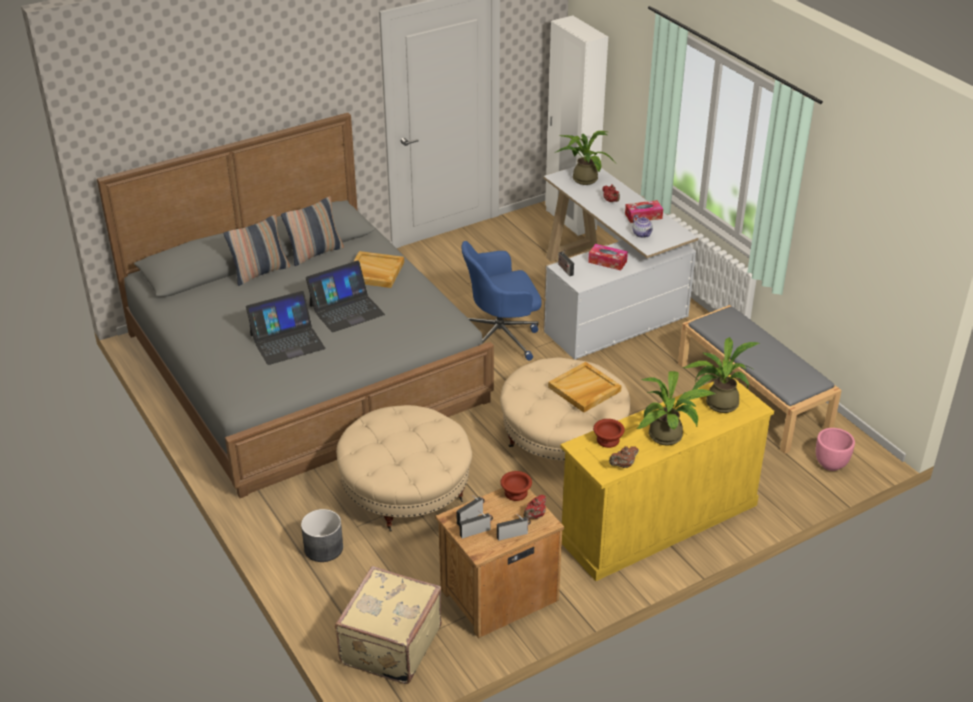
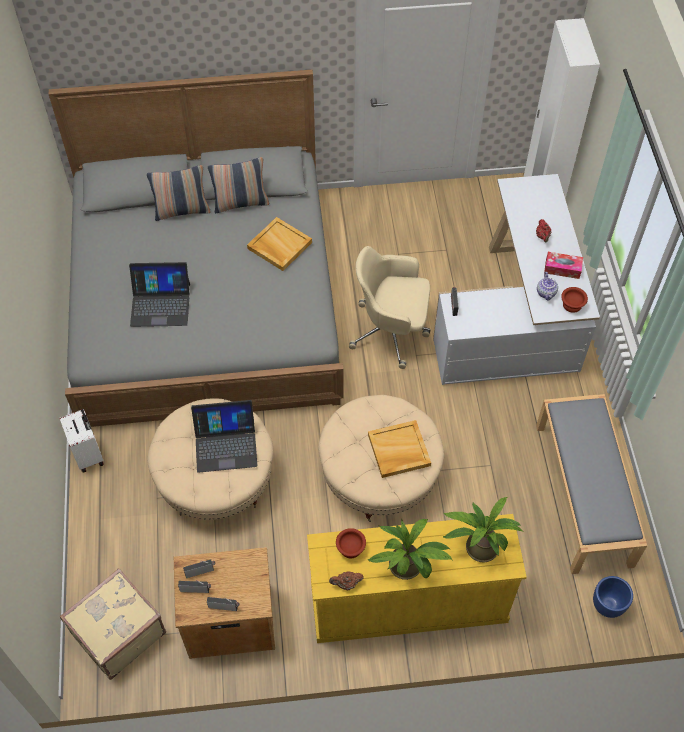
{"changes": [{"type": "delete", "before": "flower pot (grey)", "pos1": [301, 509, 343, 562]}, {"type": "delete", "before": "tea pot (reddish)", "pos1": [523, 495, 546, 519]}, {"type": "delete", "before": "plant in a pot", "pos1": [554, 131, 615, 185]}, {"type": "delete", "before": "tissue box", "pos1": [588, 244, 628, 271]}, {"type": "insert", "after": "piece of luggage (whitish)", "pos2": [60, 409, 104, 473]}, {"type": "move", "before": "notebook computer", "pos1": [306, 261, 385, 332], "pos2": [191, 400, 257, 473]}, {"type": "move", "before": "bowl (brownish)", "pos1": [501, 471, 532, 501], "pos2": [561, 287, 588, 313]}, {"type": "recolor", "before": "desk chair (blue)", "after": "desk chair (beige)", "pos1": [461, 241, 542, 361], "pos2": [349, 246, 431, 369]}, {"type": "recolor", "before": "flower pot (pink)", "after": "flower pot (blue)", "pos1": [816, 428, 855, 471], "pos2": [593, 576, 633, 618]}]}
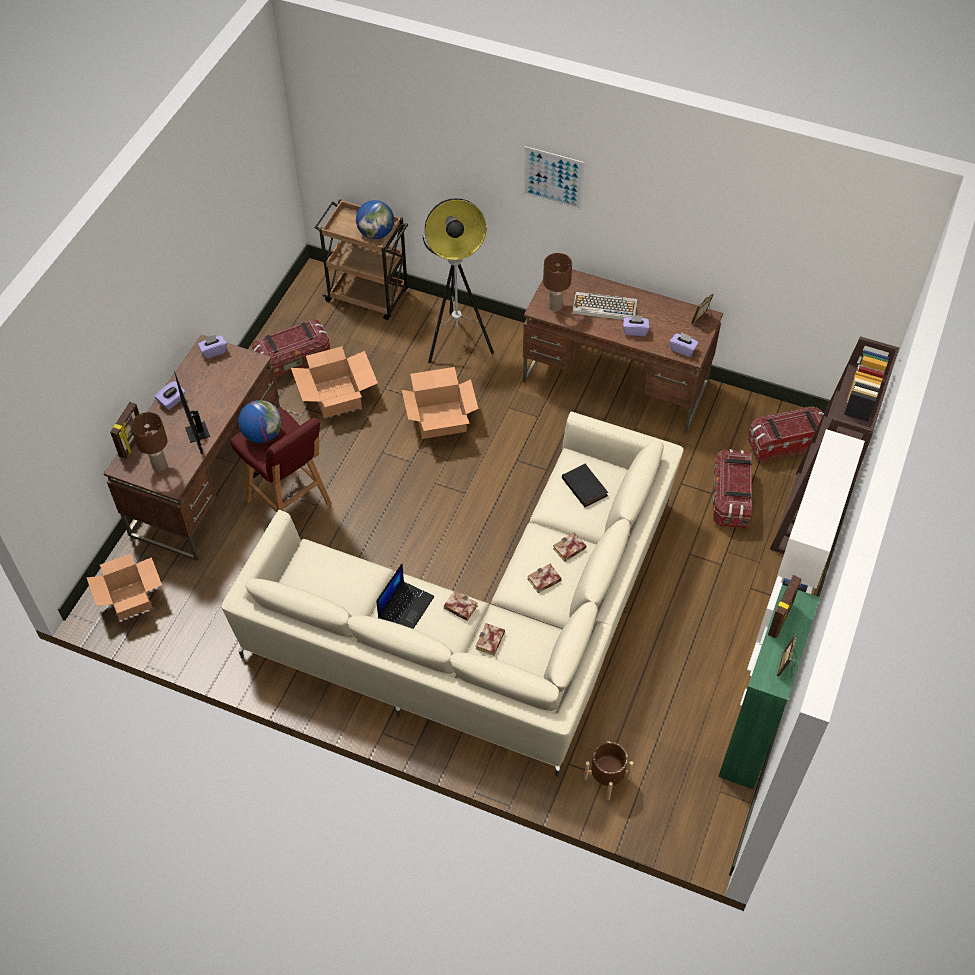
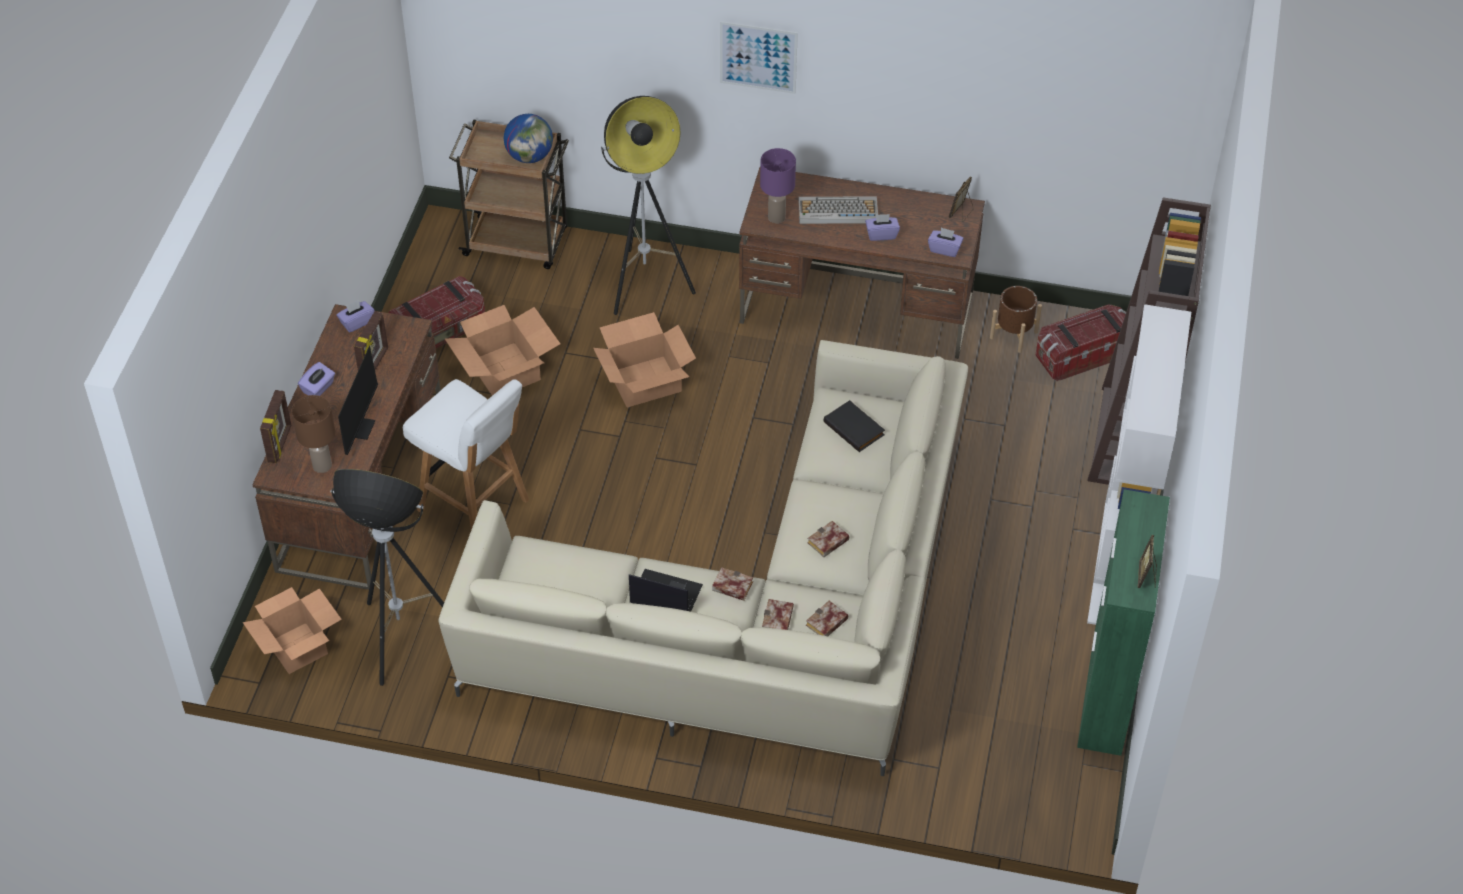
{"changes": [{"type": "delete", "before": "globe", "pos1": [238, 400, 282, 443]}, {"type": "delete", "before": "storage container", "pos1": [713, 449, 752, 528]}, {"type": "insert", "after": "floor lamp", "pos2": [331, 469, 444, 686]}, {"type": "move", "before": "volume", "pos1": [553, 532, 586, 562], "pos2": [806, 601, 848, 636]}, {"type": "move", "before": "flower pot (brownish)", "pos1": [584, 741, 633, 800], "pos2": [990, 286, 1042, 353]}, {"type": "move", "before": "standing frame", "pos1": [768, 575, 801, 638], "pos2": [354, 311, 388, 370]}, {"type": "recolor", "before": "sitting stool (reddish)", "after": "sitting stool (whitish)", "pos1": [230, 407, 332, 513], "pos2": [403, 379, 529, 530]}, {"type": "recolor", "before": "table lamp (brownish)", "after": "table lamp (purple)", "pos1": [543, 253, 572, 311], "pos2": [760, 148, 796, 223]}, {"type": "rotate", "before": "computer display", "pos1": [174, 371, 210, 454], "pos2": [338, 335, 381, 455], "turn": -135}, {"type": "rotate", "before": "notebook computer", "pos1": [376, 563, 434, 629], "pos2": [629, 569, 703, 612], "turn": -90}]}
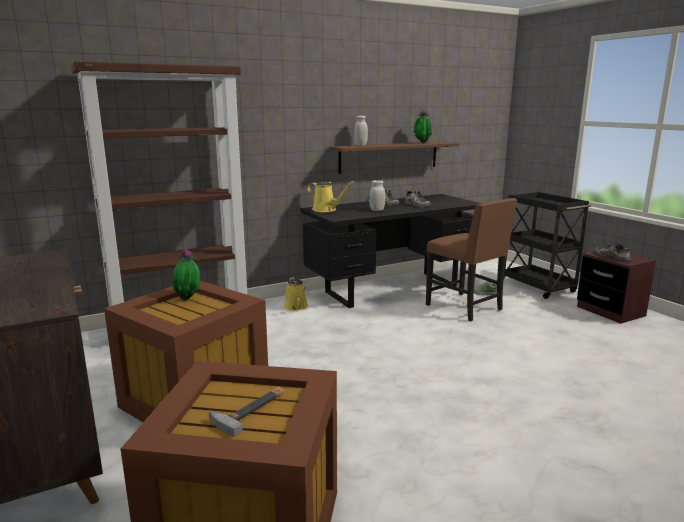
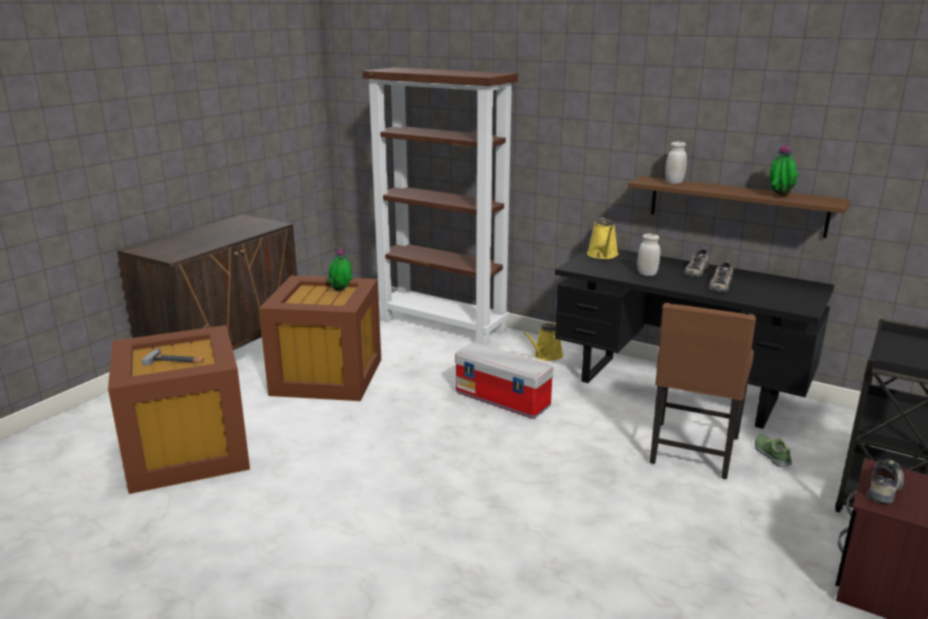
{"changes": [{"type": "insert", "after": "storage container", "pos2": [455, 342, 553, 419]}]}
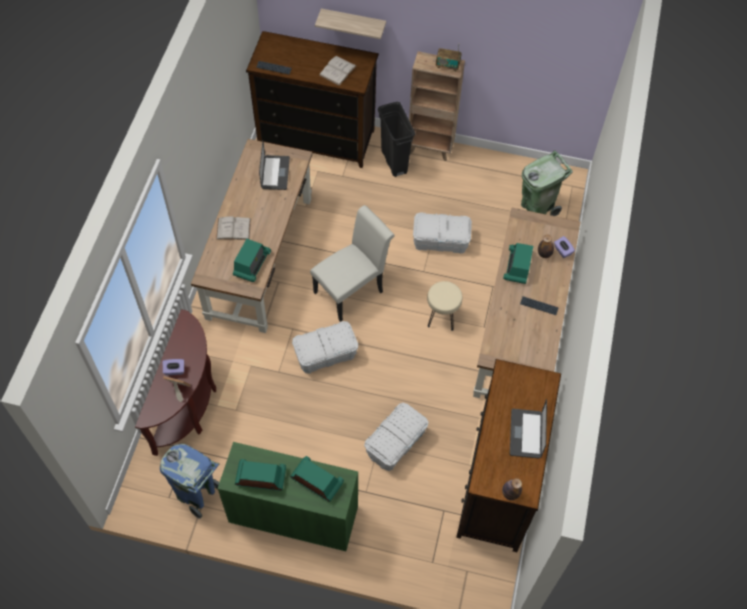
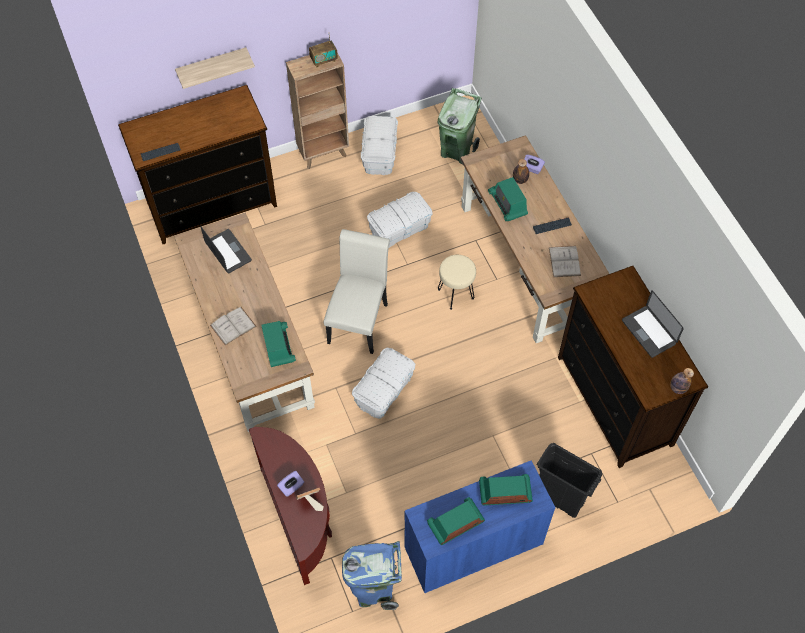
{"changes": [{"type": "move", "before": "volume (whitish)", "pos1": [319, 56, 357, 86], "pos2": [549, 246, 581, 277]}, {"type": "move", "before": "storage container (whitish)", "pos1": [364, 403, 429, 471], "pos2": [361, 116, 398, 175]}, {"type": "move", "before": "trash can (blackish)", "pos1": [378, 102, 416, 177], "pos2": [536, 443, 602, 518]}, {"type": "recolor", "before": "cupboard (green)", "after": "cupboard (blue)", "pos1": [217, 442, 358, 551], "pos2": [405, 460, 556, 593]}]}
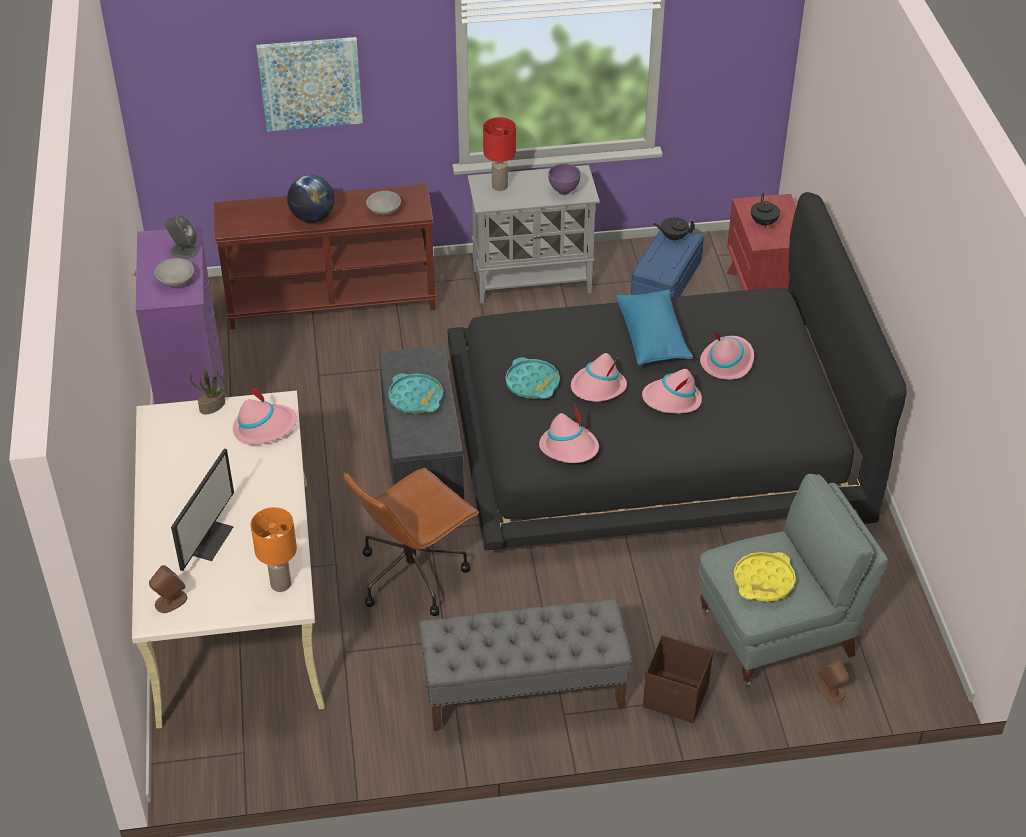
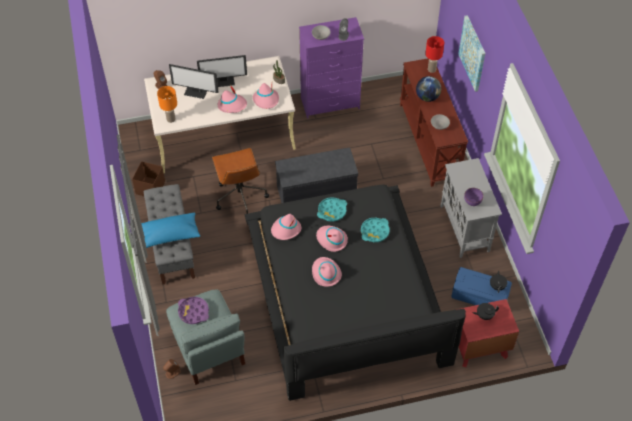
{"changes": [{"type": "insert", "after": "computer display", "pos2": [197, 55, 247, 87]}, {"type": "move", "before": "tray (turquoise)", "pos1": [389, 373, 443, 414], "pos2": [361, 218, 390, 242]}, {"type": "move", "before": "table lamp (reddish)", "pos1": [483, 117, 516, 191], "pos2": [425, 36, 444, 73]}, {"type": "move", "before": "cushion (blue)", "pos1": [616, 290, 693, 365], "pos2": [141, 212, 200, 248]}, {"type": "move", "before": "storage container (brownish)", "pos1": [643, 635, 713, 723], "pos2": [132, 161, 165, 196]}, {"type": "move", "before": "wearable hat (pink)", "pos1": [700, 332, 754, 380], "pos2": [218, 86, 247, 113]}, {"type": "recolor", "before": "tray (yellow)", "after": "tray (purple)", "pos1": [734, 552, 796, 602], "pos2": [178, 297, 209, 324]}, {"type": "rotate", "before": "desk chair (brownish)", "pos1": [343, 468, 479, 616], "pos2": [212, 148, 269, 214], "turn": -150}]}
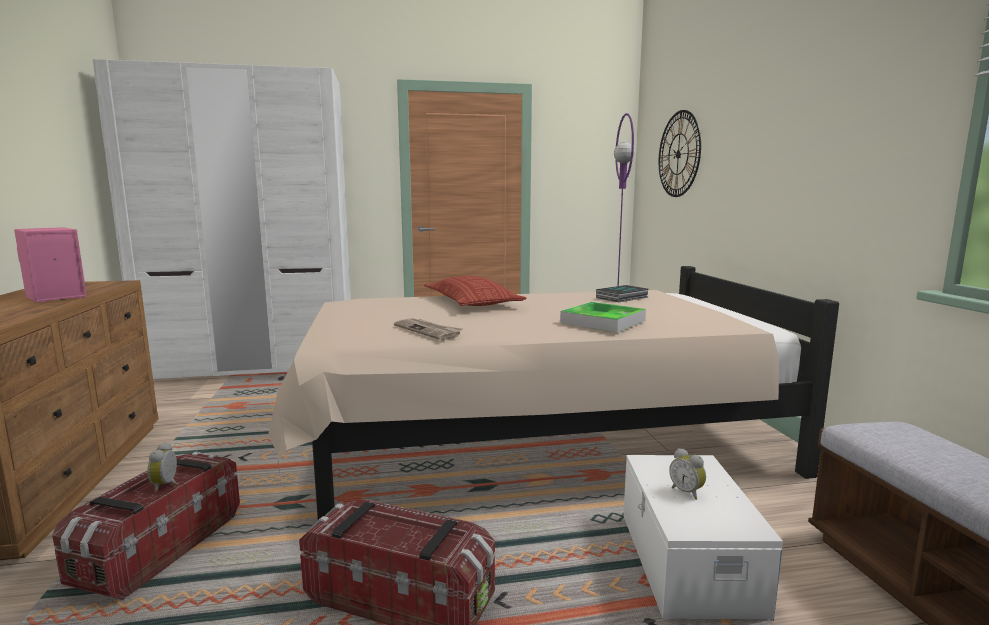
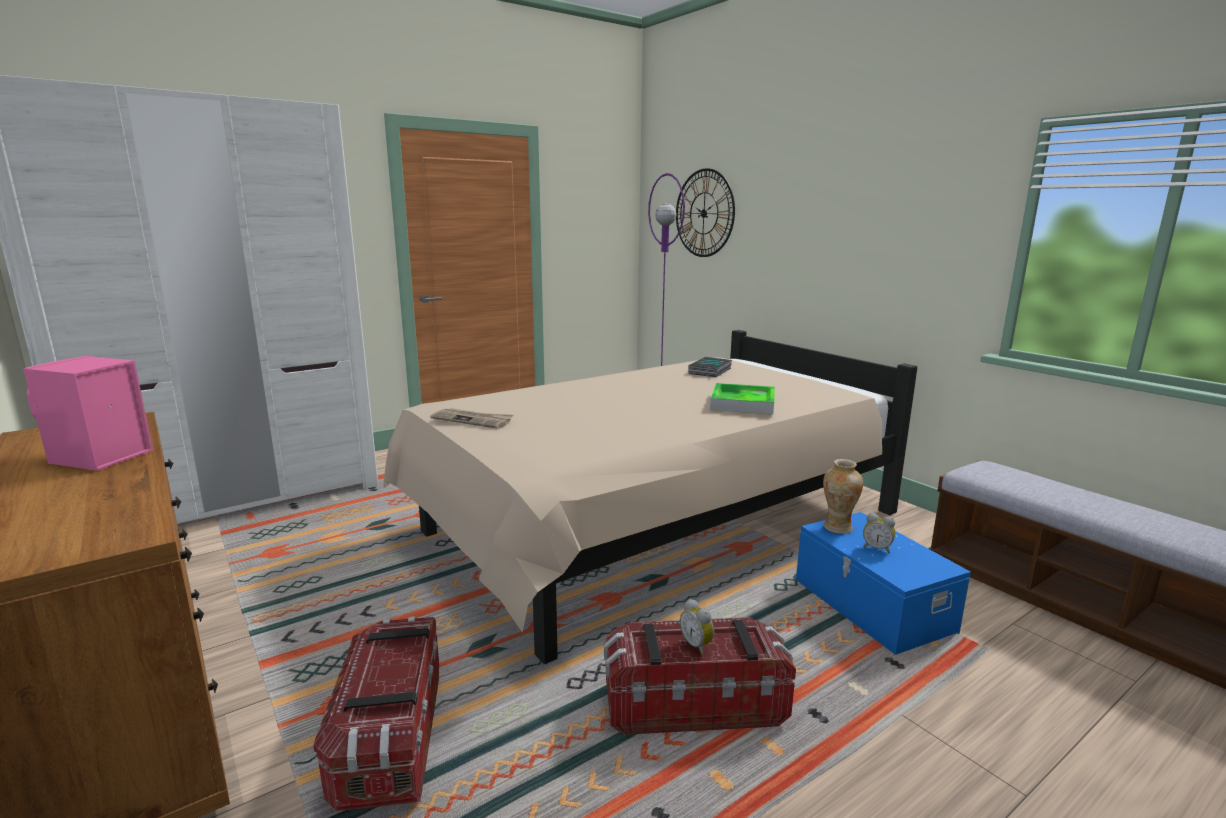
{"changes": [{"type": "delete", "before": "cushion", "pos1": [424, 276, 526, 306]}, {"type": "insert", "after": "flower vase", "pos2": [823, 459, 863, 534]}, {"type": "move", "before": "bedside clock", "pos1": [147, 442, 177, 492], "pos2": [680, 599, 714, 656]}, {"type": "move", "before": "newspaper", "pos1": [394, 318, 462, 340], "pos2": [430, 408, 513, 429]}, {"type": "recolor", "before": "storage container (whitish)", "after": "storage container (blue)", "pos1": [623, 455, 783, 621], "pos2": [796, 512, 971, 655]}]}
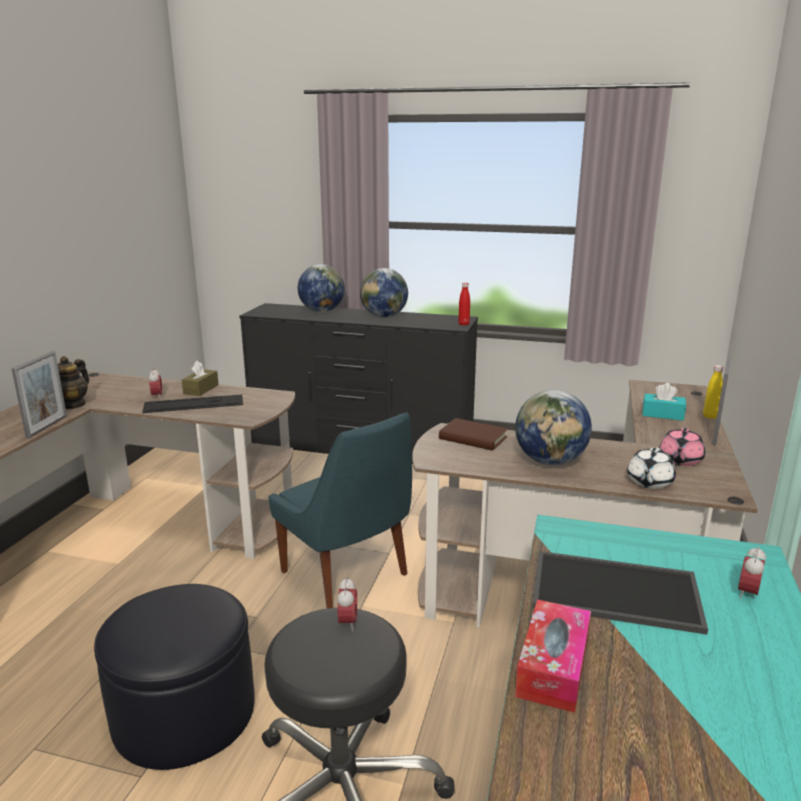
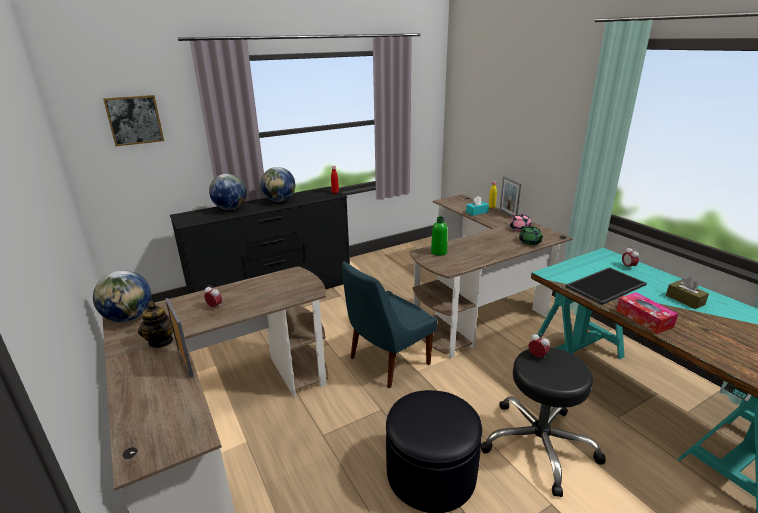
{"changes": [{"type": "delete", "before": "keyboard", "pos1": [142, 394, 243, 413]}, {"type": "insert", "after": "picture", "pos2": [103, 95, 164, 146]}, {"type": "move", "before": "tissue box (brownish)", "pos1": [182, 361, 219, 396], "pos2": [666, 277, 709, 309]}, {"type": "move", "before": "globe", "pos1": [515, 390, 592, 465], "pos2": [93, 270, 152, 322]}, {"type": "replace", "before": "volume (brownish)", "after": "bottle (green)", "pos1": [439, 418, 508, 451], "pos2": [431, 216, 447, 256]}, {"type": "recolor", "before": "tea pot (whitish)", "after": "tea pot (green)", "pos1": [627, 448, 676, 489], "pos2": [519, 226, 544, 245]}, {"type": "rotate", "before": "chair (blue)", "pos1": [268, 412, 412, 608], "pos2": [342, 261, 437, 388], "turn": 135}]}
